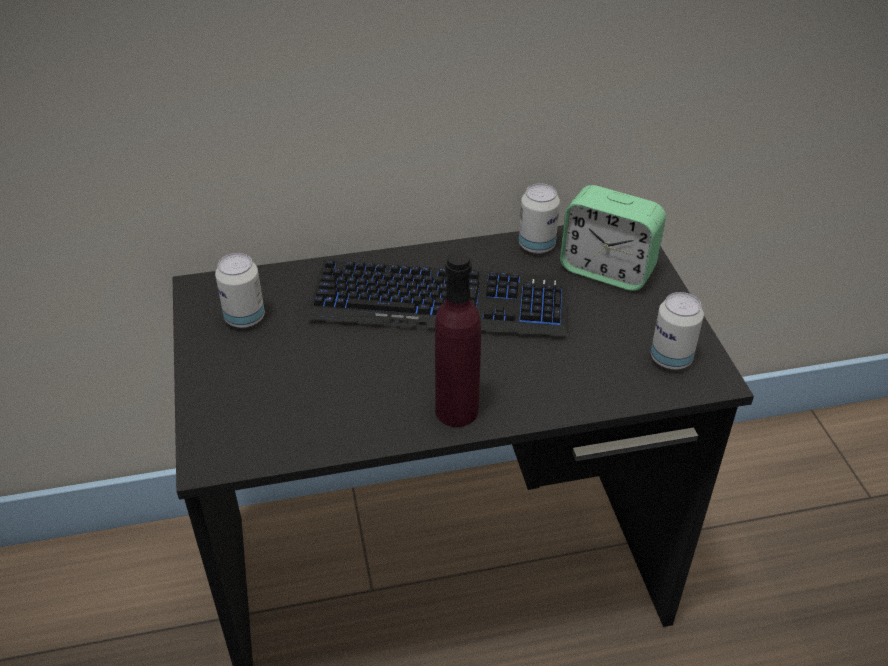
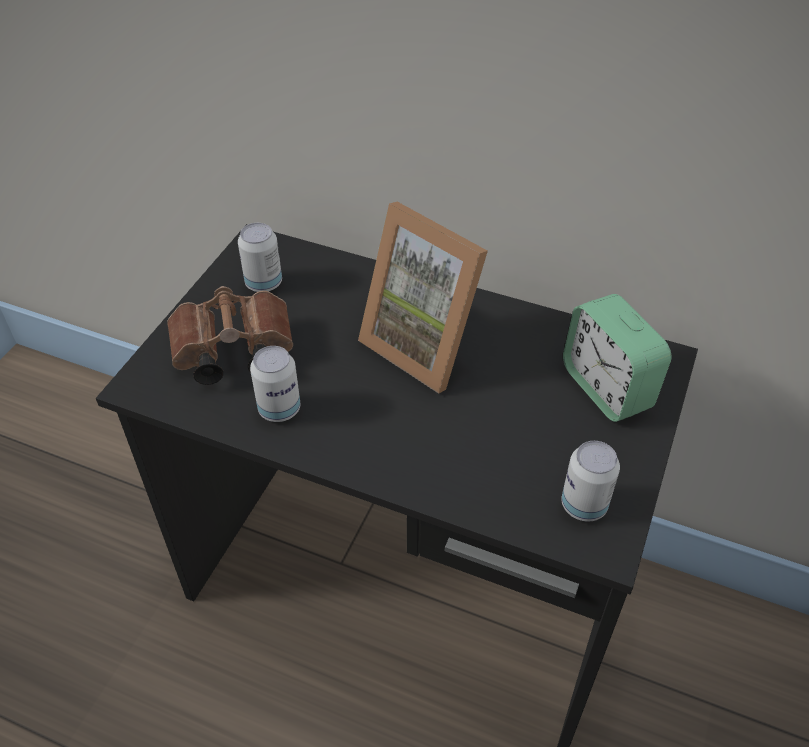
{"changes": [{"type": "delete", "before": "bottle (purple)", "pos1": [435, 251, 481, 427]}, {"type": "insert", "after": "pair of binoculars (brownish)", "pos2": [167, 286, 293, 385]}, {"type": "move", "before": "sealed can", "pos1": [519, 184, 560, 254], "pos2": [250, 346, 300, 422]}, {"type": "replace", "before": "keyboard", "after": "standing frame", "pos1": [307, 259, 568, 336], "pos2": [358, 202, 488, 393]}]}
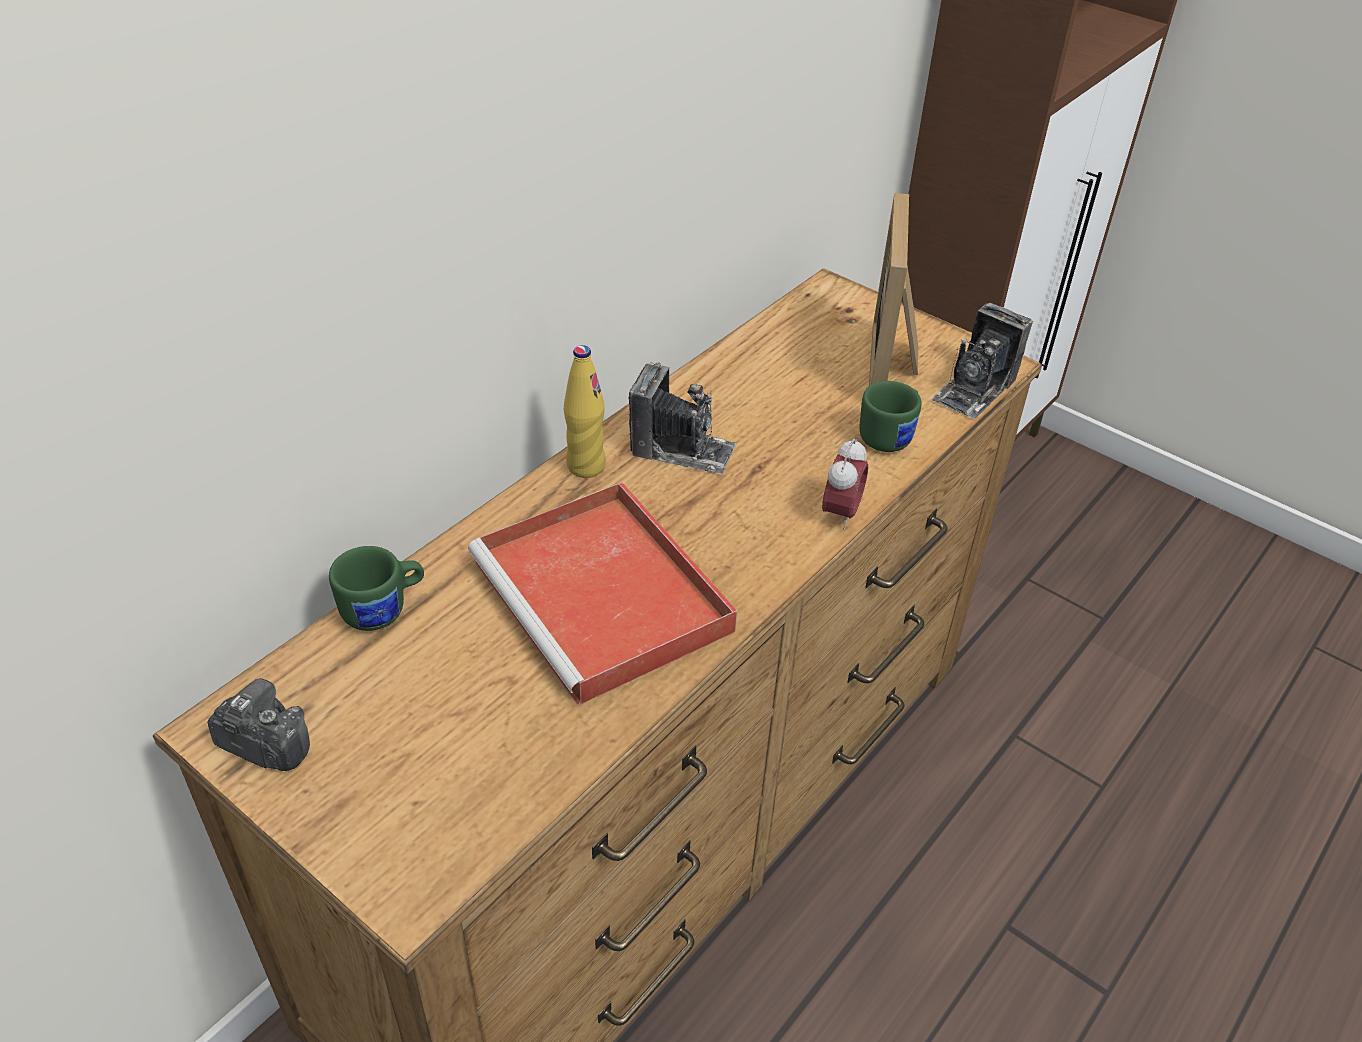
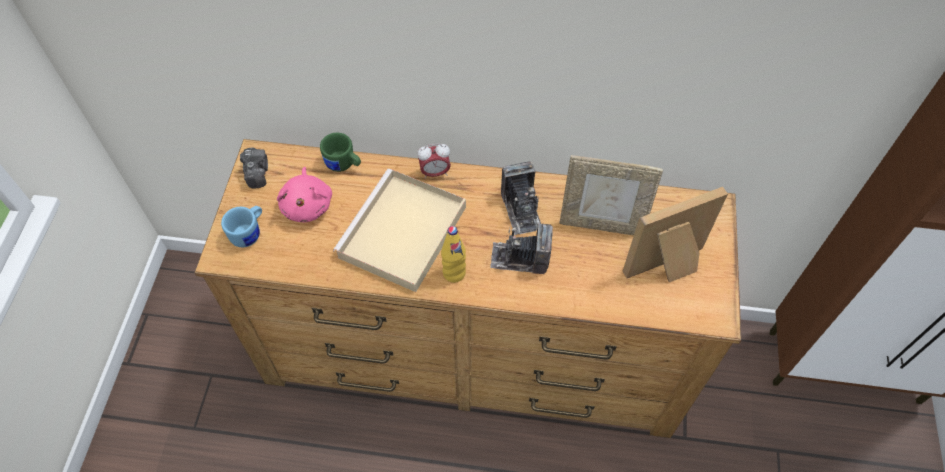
{"changes": [{"type": "delete", "before": "tea mug (green)", "pos1": [859, 381, 922, 452]}, {"type": "insert", "after": "tea mug (blue)", "pos2": [221, 206, 262, 247]}, {"type": "insert", "after": "plush toy (pink)", "pos2": [277, 167, 332, 222]}, {"type": "insert", "after": "standing frame", "pos2": [559, 155, 663, 235]}, {"type": "move", "before": "bottle (yellow)", "pos1": [564, 345, 606, 478], "pos2": [441, 226, 466, 283]}, {"type": "move", "before": "bedside clock", "pos1": [822, 438, 868, 530], "pos2": [417, 144, 451, 179]}, {"type": "move", "before": "still camera", "pos1": [931, 303, 1033, 419], "pos2": [490, 223, 553, 274]}, {"type": "recolor", "before": "tray (reddish)", "after": "tray (beige)", "pos1": [468, 482, 737, 705], "pos2": [333, 169, 466, 292]}]}
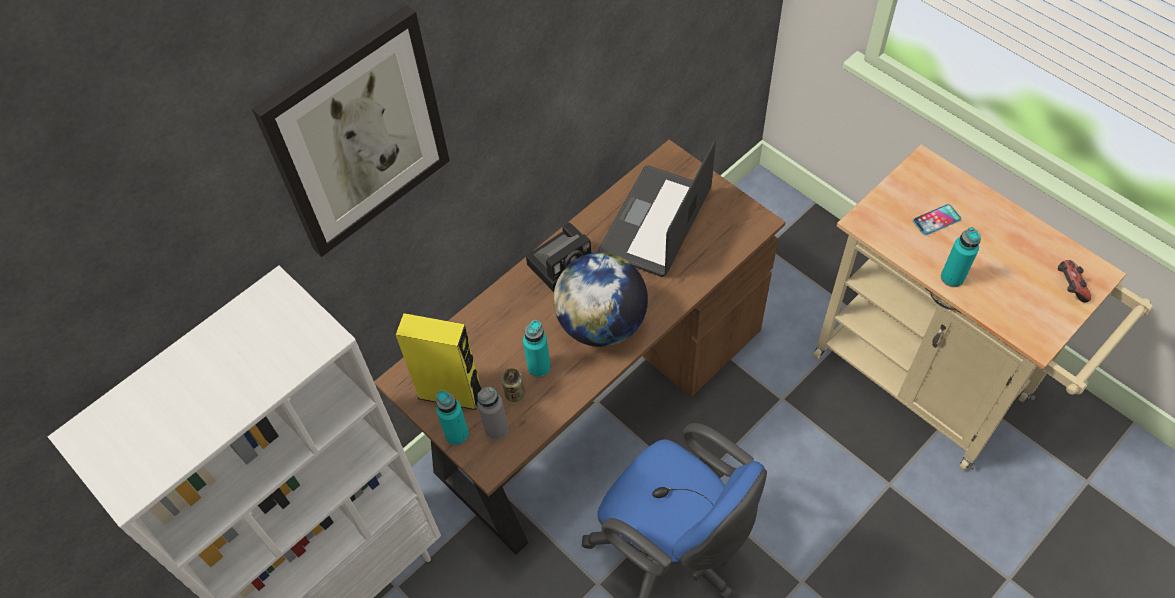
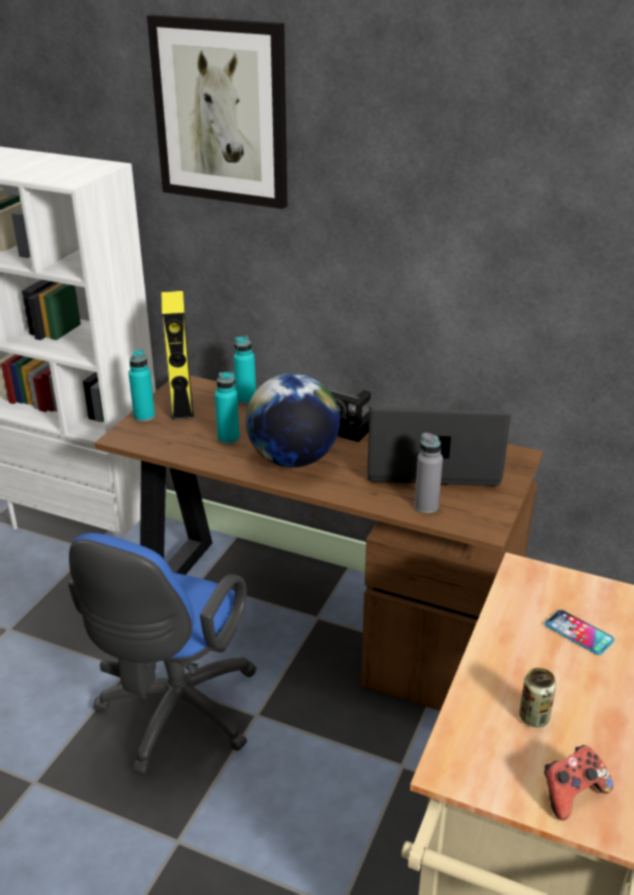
{"changes": [{"type": "move", "before": "bottle (grey)", "pos1": [477, 387, 508, 440], "pos2": [414, 433, 443, 513]}, {"type": "move", "before": "sealed can", "pos1": [501, 368, 525, 402], "pos2": [519, 668, 556, 727]}, {"type": "move", "before": "bottle (turquoise)", "pos1": [941, 227, 981, 287], "pos2": [234, 336, 256, 404]}]}
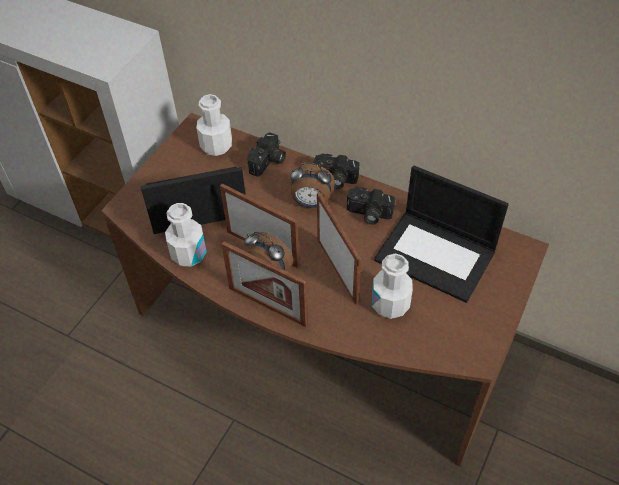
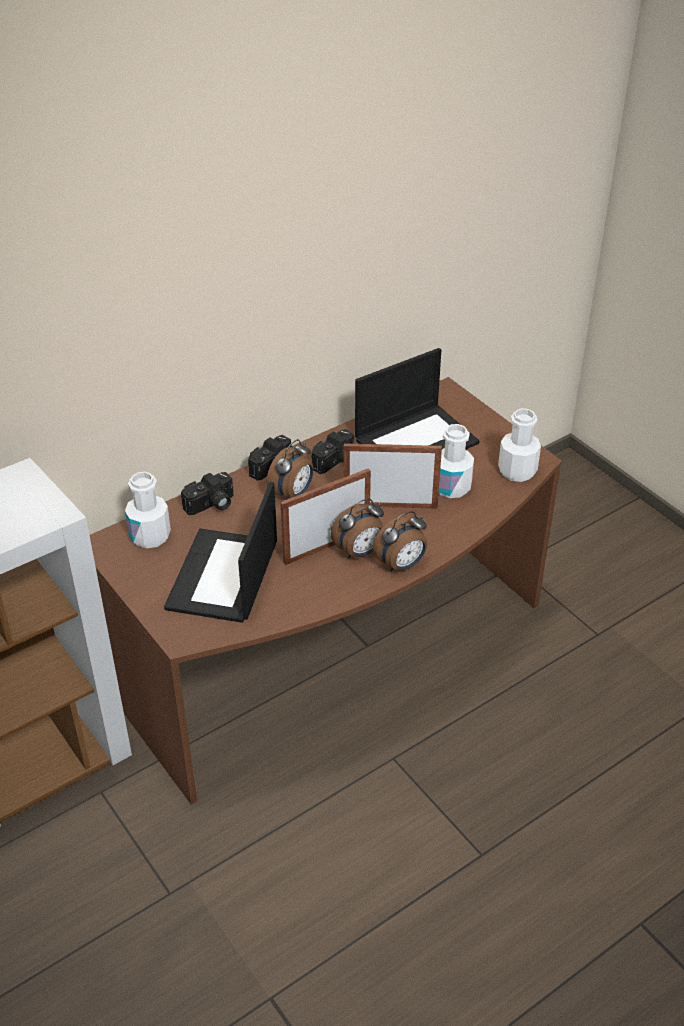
{"changes": [{"type": "move", "before": "bottle (whitish)", "pos1": [165, 203, 207, 266], "pos2": [498, 408, 541, 482]}, {"type": "replace", "before": "standing frame", "after": "bedside clock", "pos1": [221, 241, 308, 327], "pos2": [372, 511, 427, 572]}, {"type": "rotate", "before": "still camera", "pos1": [248, 132, 286, 177], "pos2": [181, 472, 233, 515], "turn": 90}]}
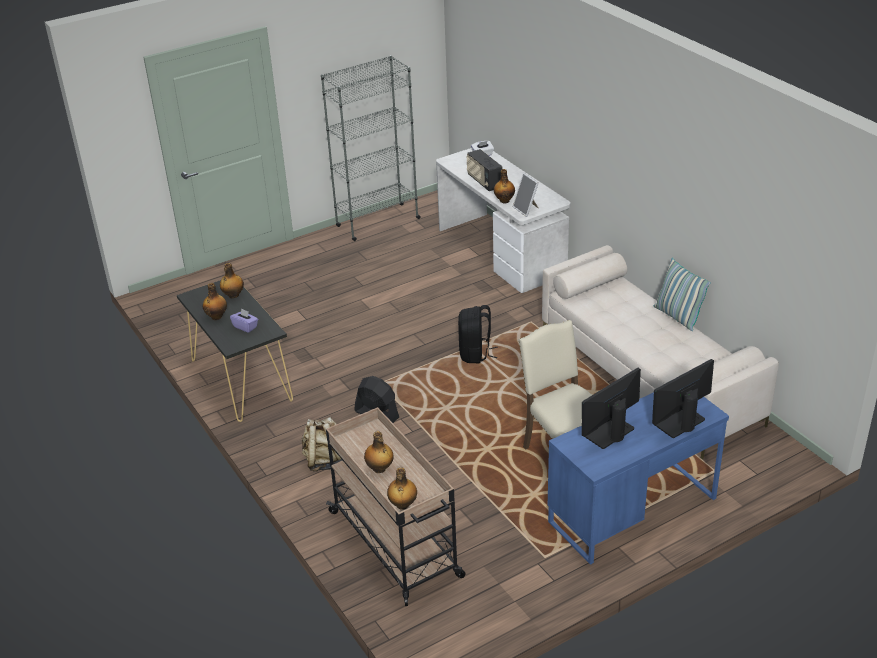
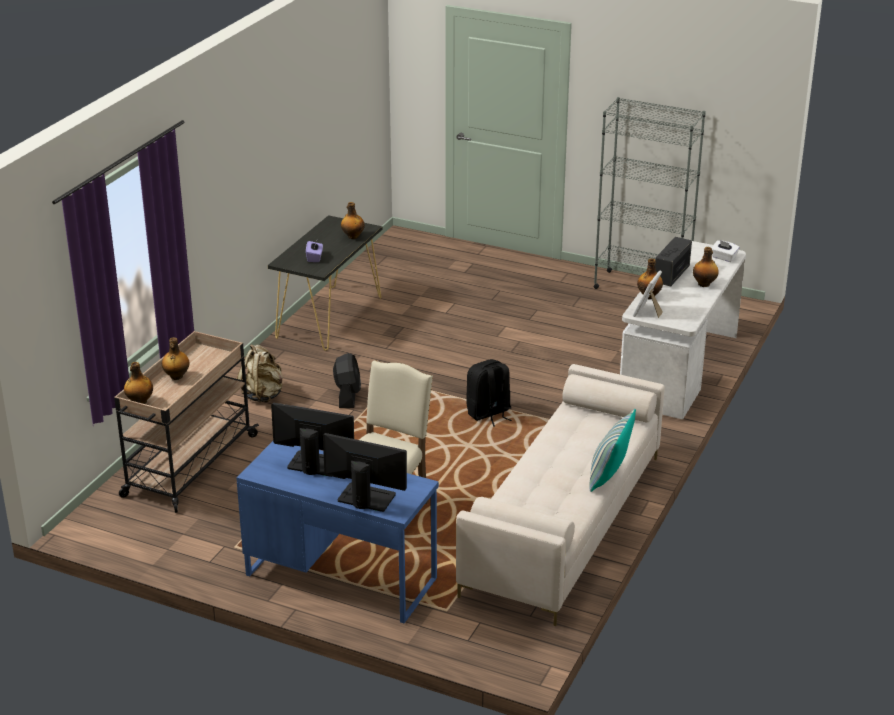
{"changes": [{"type": "move", "before": "bottle", "pos1": [203, 283, 227, 320], "pos2": [693, 247, 719, 287]}]}
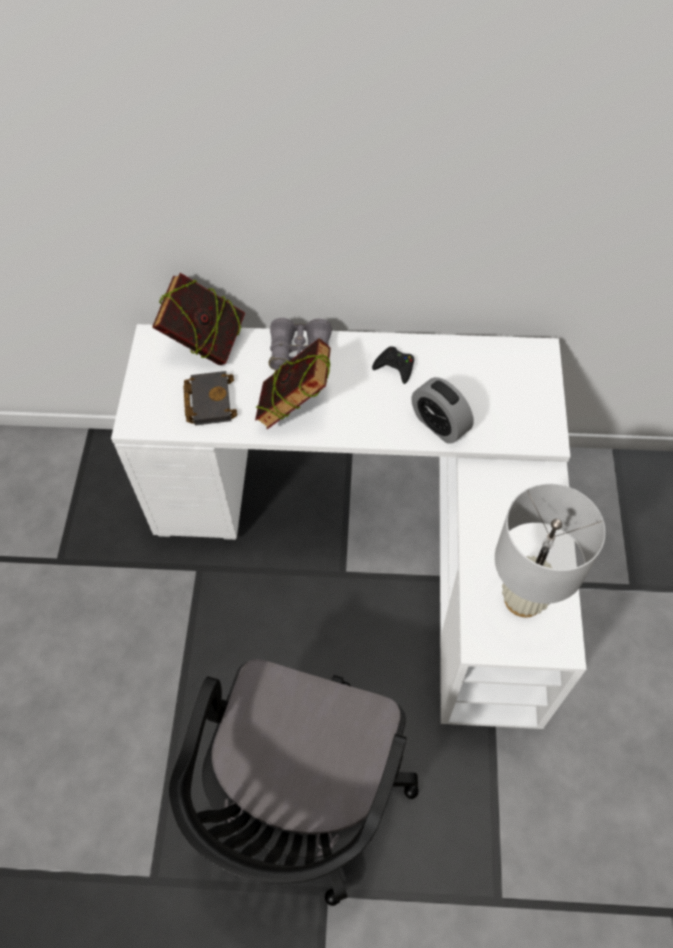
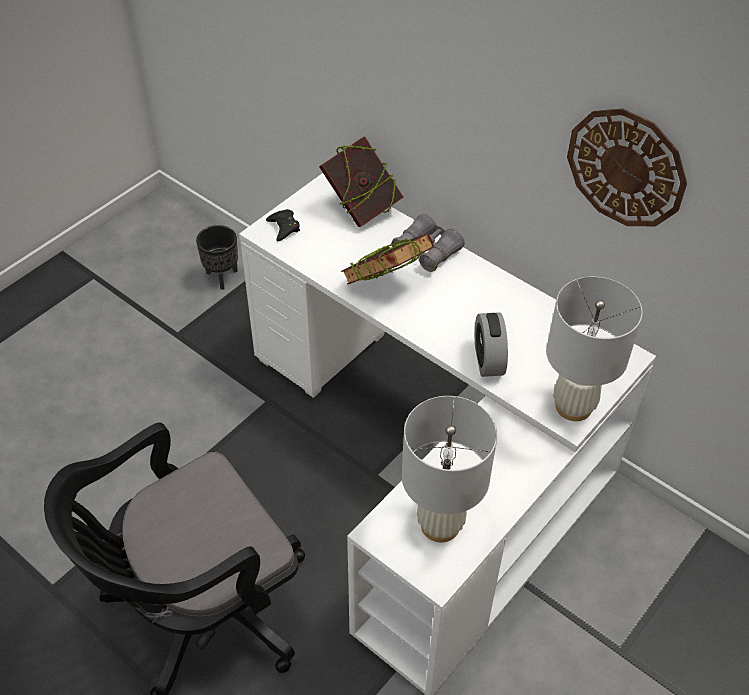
{"changes": [{"type": "delete", "before": "volume (blackish)", "pos1": [183, 371, 237, 425]}, {"type": "insert", "after": "flower pot (blackish)", "pos2": [196, 225, 238, 290]}, {"type": "insert", "after": "table lamp (whitish)", "pos2": [546, 277, 643, 421]}, {"type": "insert", "after": "wall clock", "pos2": [567, 108, 687, 226]}, {"type": "move", "before": "joypad (blackish)", "pos1": [372, 346, 414, 384], "pos2": [266, 209, 300, 241]}]}
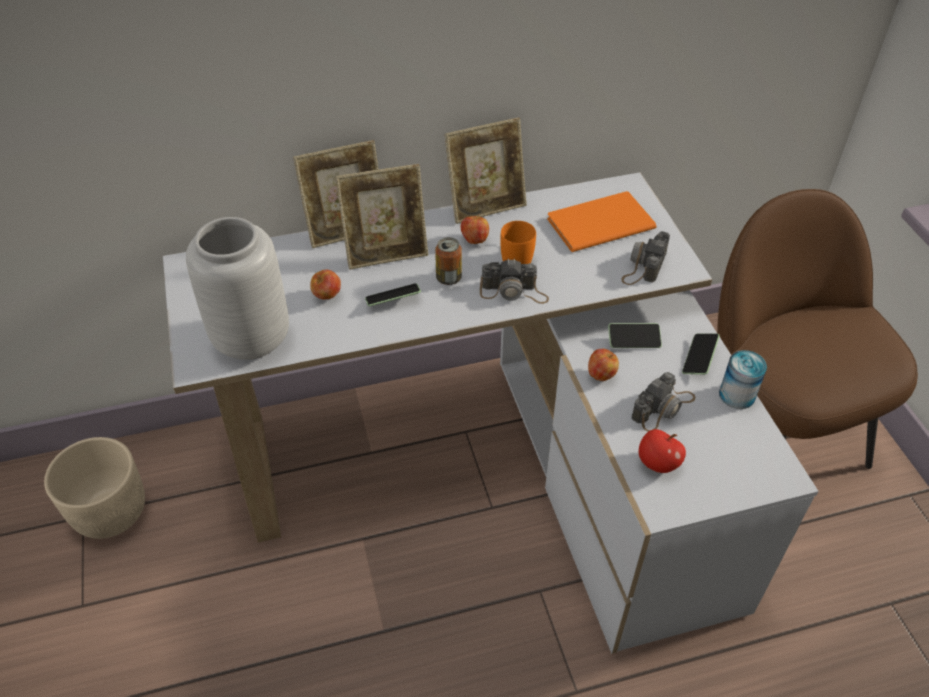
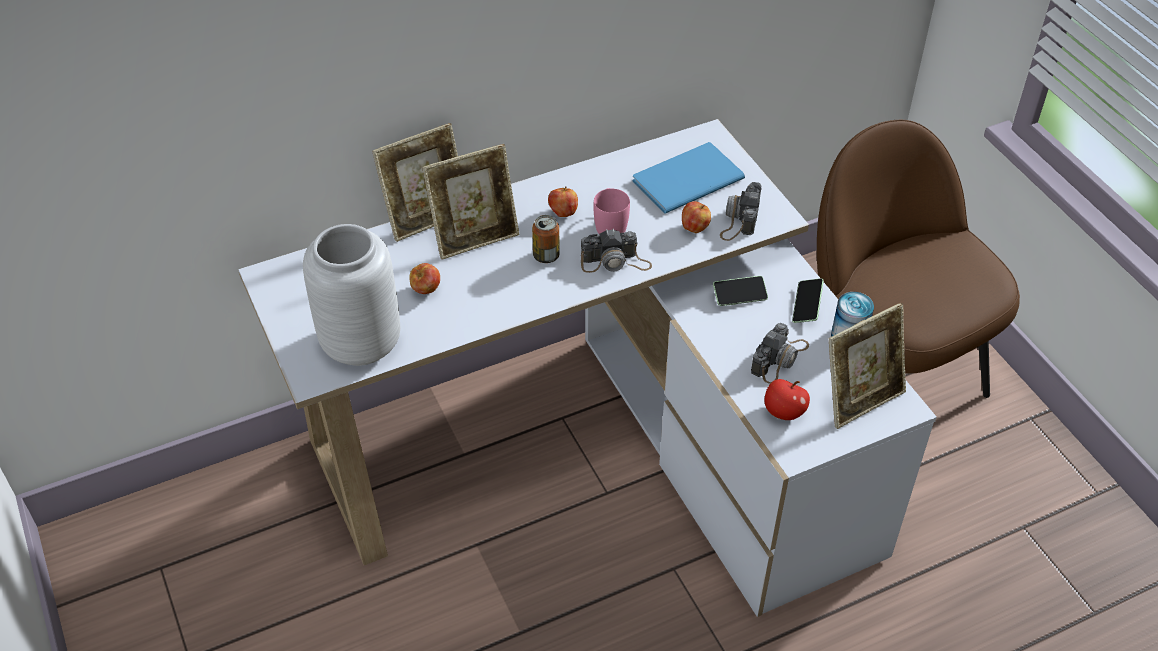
{"changes": [{"type": "delete", "before": "flower pot (beige)", "pos1": [44, 437, 145, 539]}, {"type": "delete", "before": "phone", "pos1": [365, 283, 421, 306]}, {"type": "move", "before": "standing frame", "pos1": [445, 117, 527, 224], "pos2": [829, 303, 906, 429]}, {"type": "move", "before": "apple", "pos1": [588, 349, 619, 381], "pos2": [682, 201, 711, 233]}, {"type": "recolor", "before": "tea mug (orangey)", "after": "tea mug (pink)", "pos1": [500, 221, 536, 264], "pos2": [594, 188, 630, 234]}, {"type": "recolor", "before": "volume (orangey)", "after": "volume (blue)", "pos1": [547, 191, 656, 252], "pos2": [633, 142, 745, 214]}]}
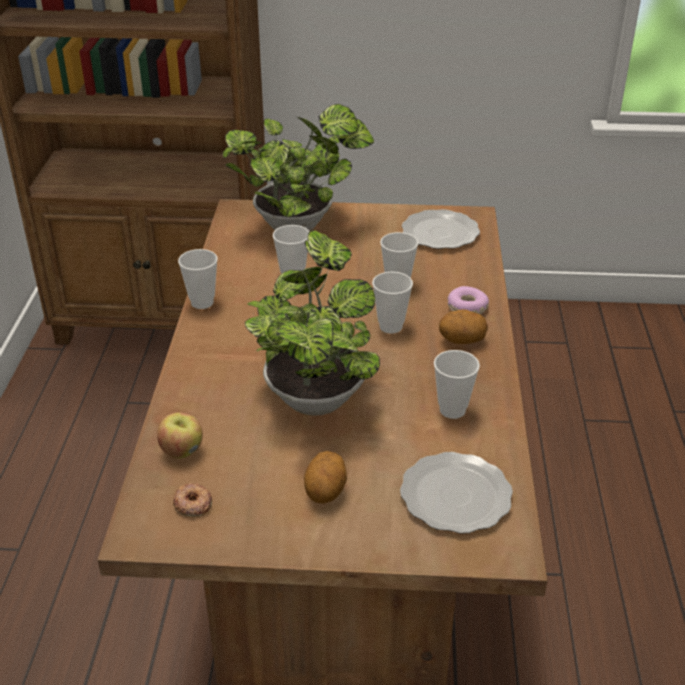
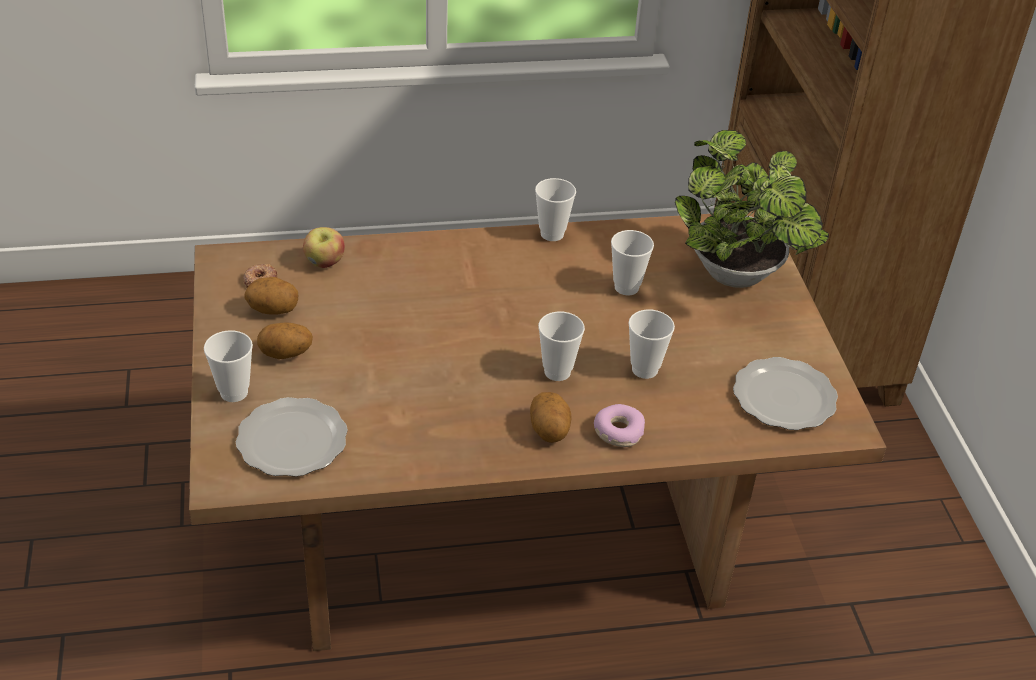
{"changes": [{"type": "delete", "before": "plant in a pot", "pos1": [245, 230, 380, 416]}, {"type": "insert", "after": "potato", "pos2": [244, 277, 298, 315]}, {"type": "move", "before": "cup", "pos1": [434, 350, 480, 419], "pos2": [204, 330, 253, 402]}]}
